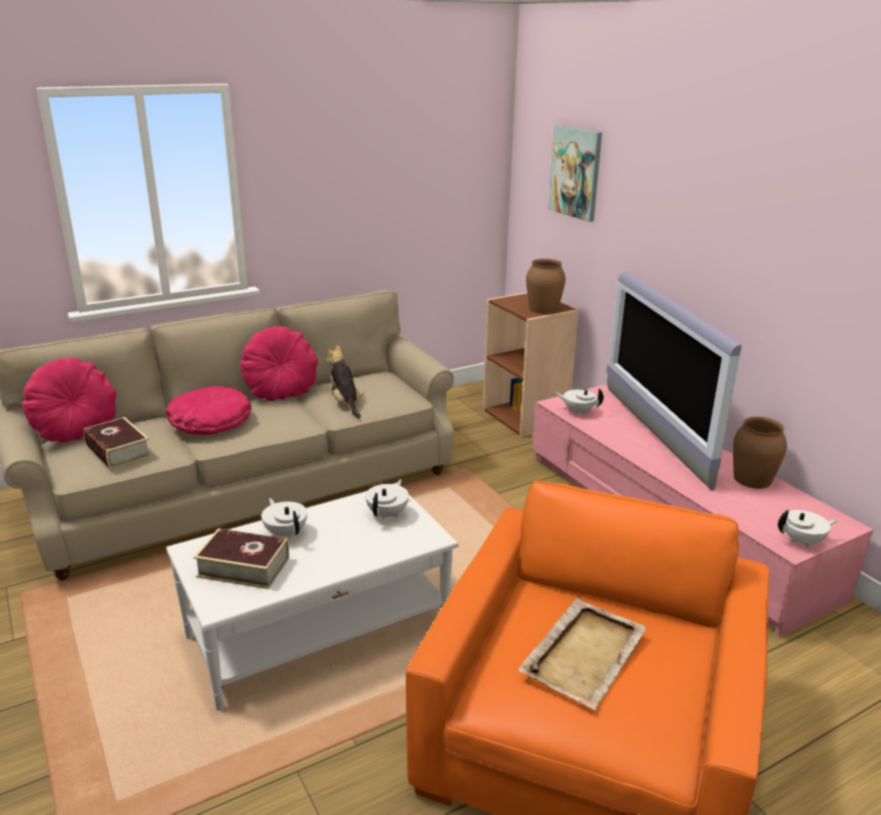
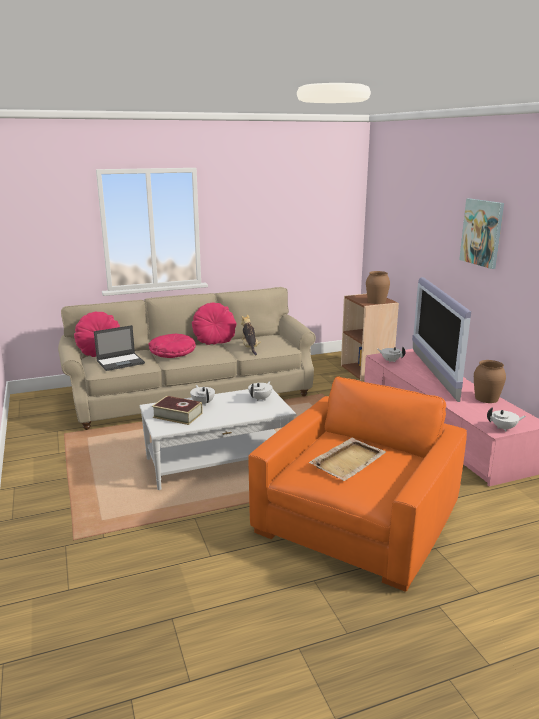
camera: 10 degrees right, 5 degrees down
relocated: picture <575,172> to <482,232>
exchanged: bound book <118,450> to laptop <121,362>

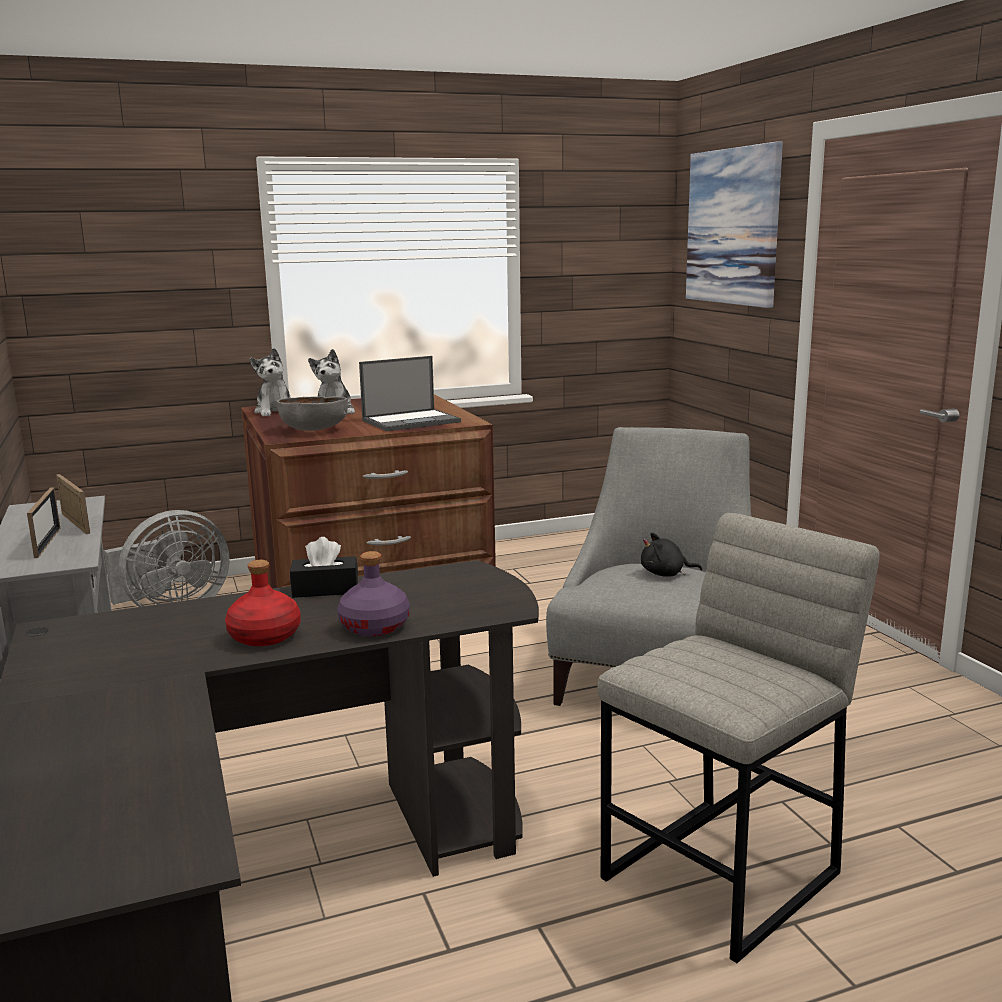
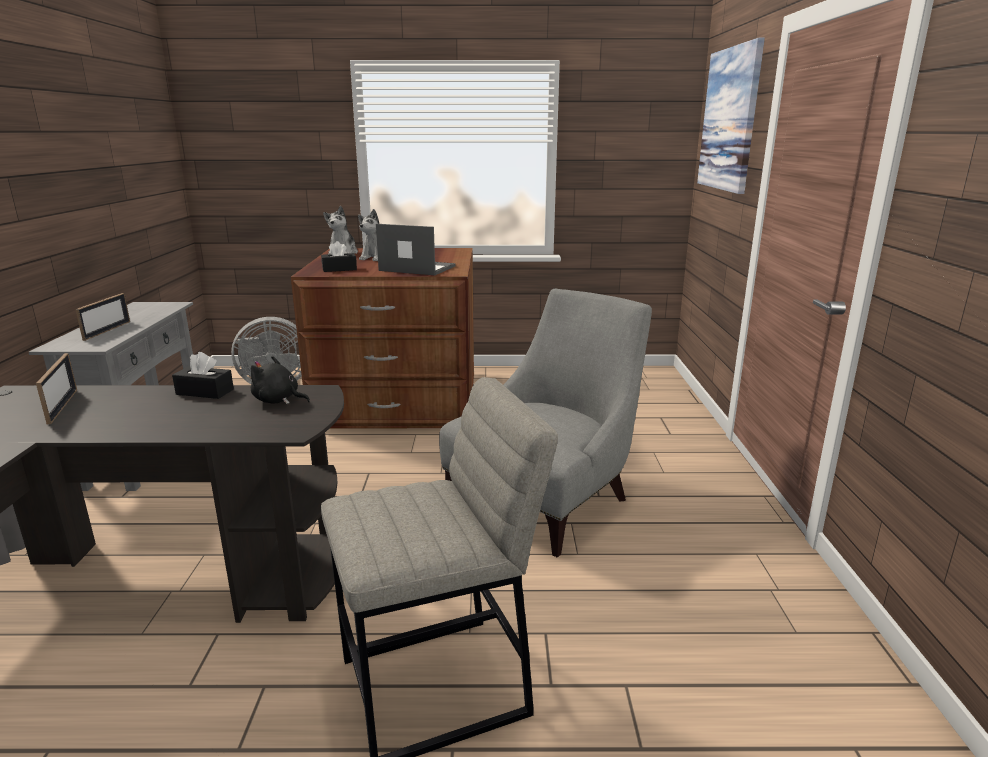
camera: 20 degrees right, 5 degrees up
missing: drink bottle/red <265,636>; drink bottle/purple-coloured <375,626>
relocated: picture frame <75,523> to <62,406>; soft toy/black <665,574> to <278,400>
exchanged: bowl/greyish <313,430> to tissue holder/black <339,269>
spun: laptop <412,421> = <416,268> 150 degrees counterclockwise

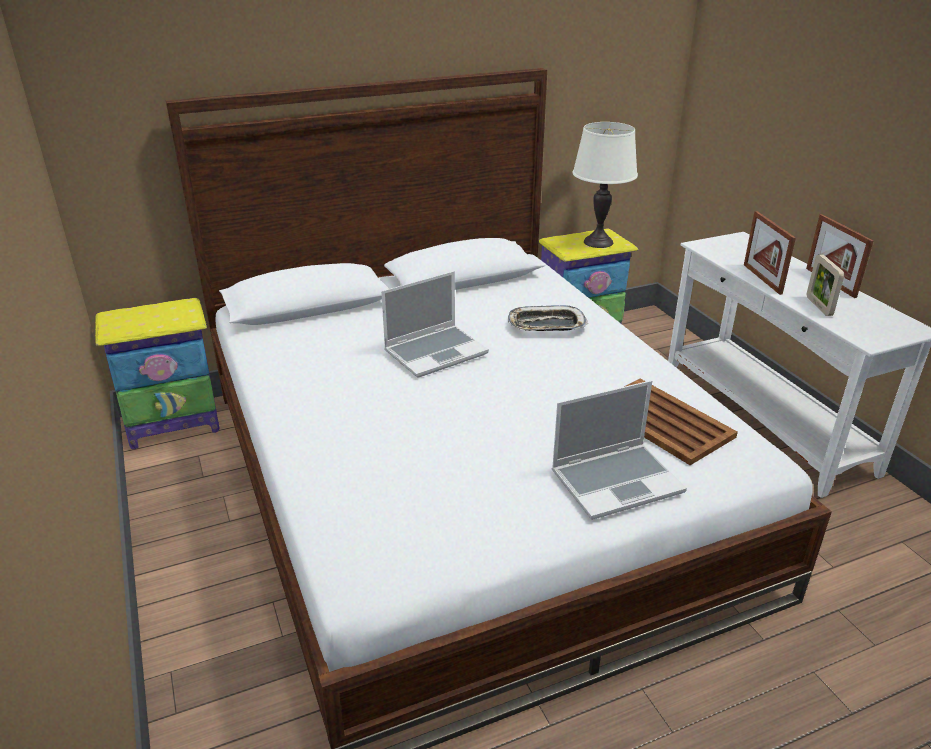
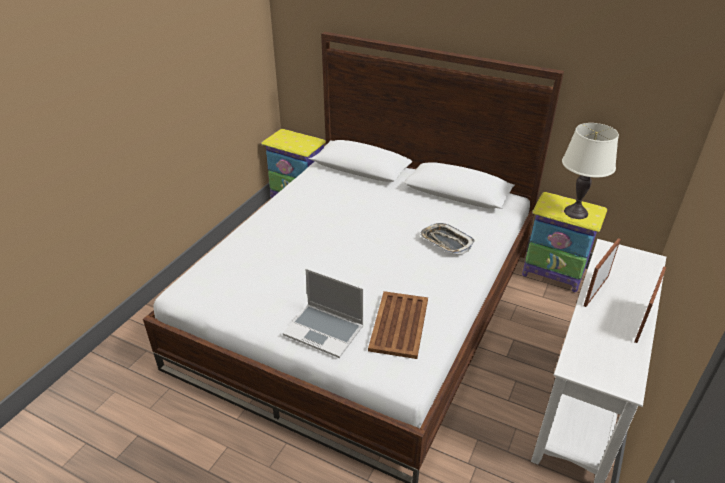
camera: 50 degrees right, 5 degrees up
missing: laptop <436,352>; picture frame <819,306>

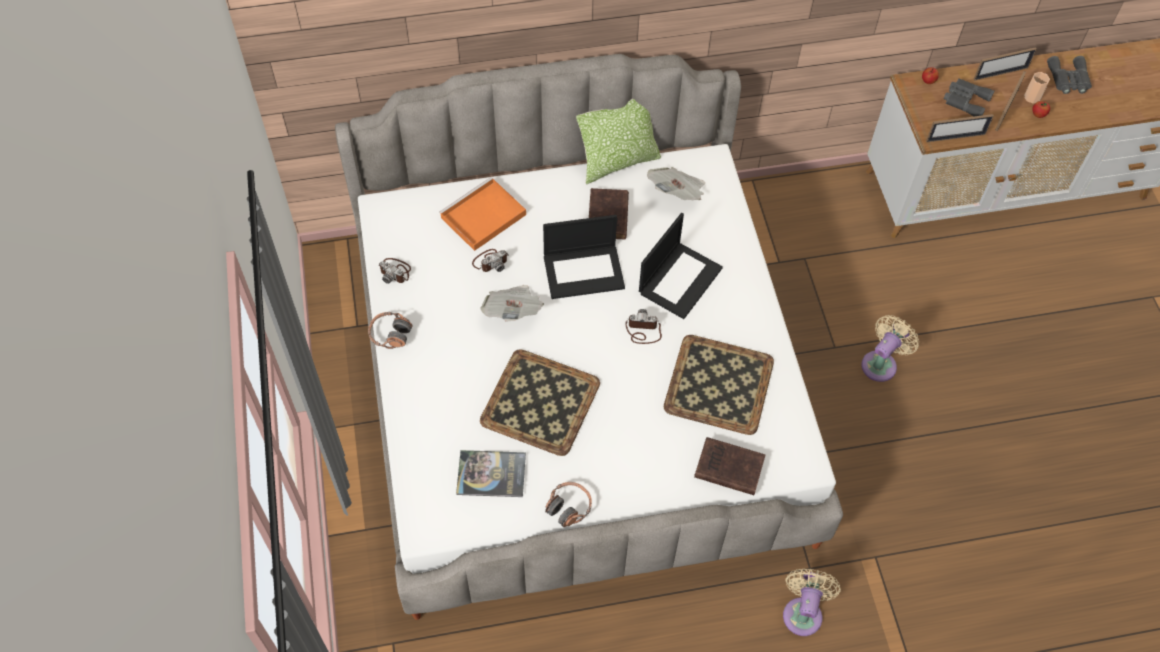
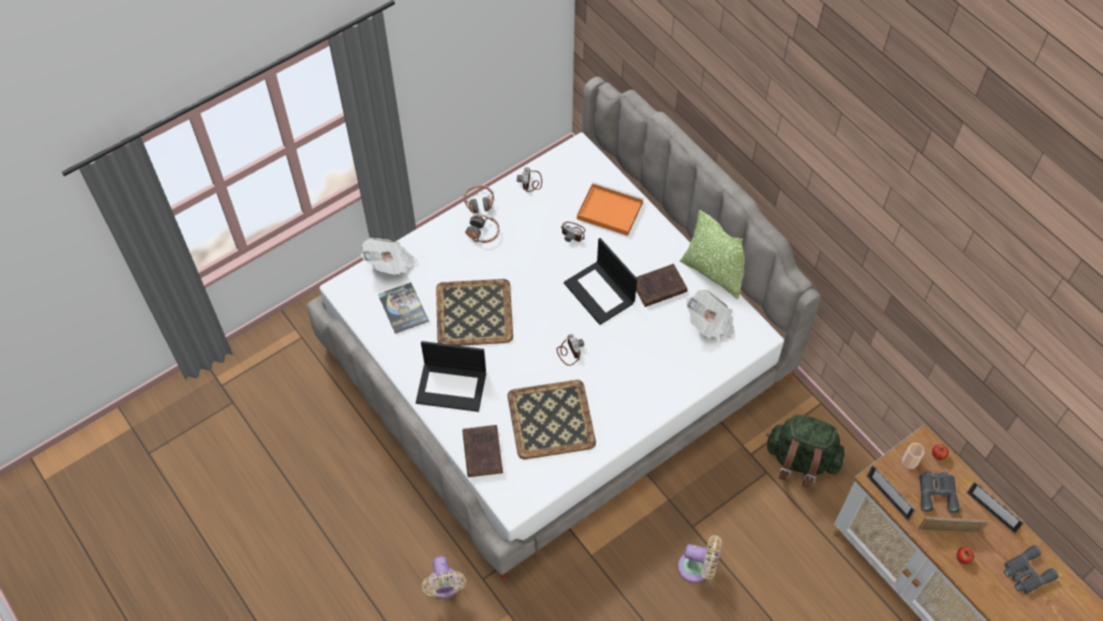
camera: 65 degrees right, 0 degrees up
appeared: knapsack/greenish <800,461>
relocated: daily paper <513,311> to <390,264>; headset <569,507> to <483,233>; laptop <680,279> to <452,386>; drinking cup <1032,97> to <909,461>
spun: fan/beige <803,612> = <444,587> 90 degrees clockwise

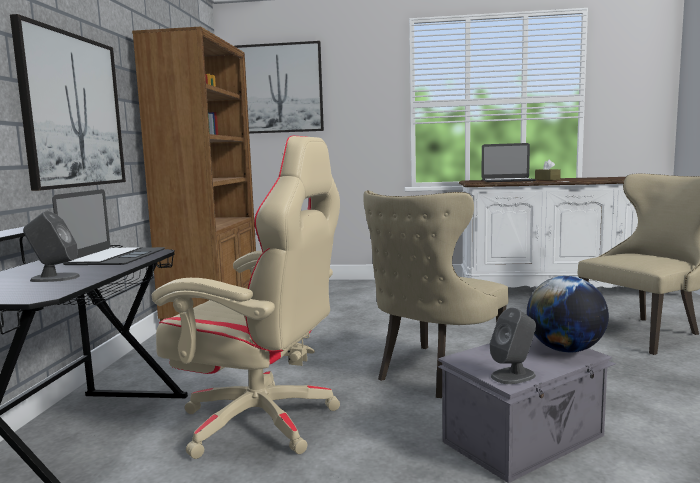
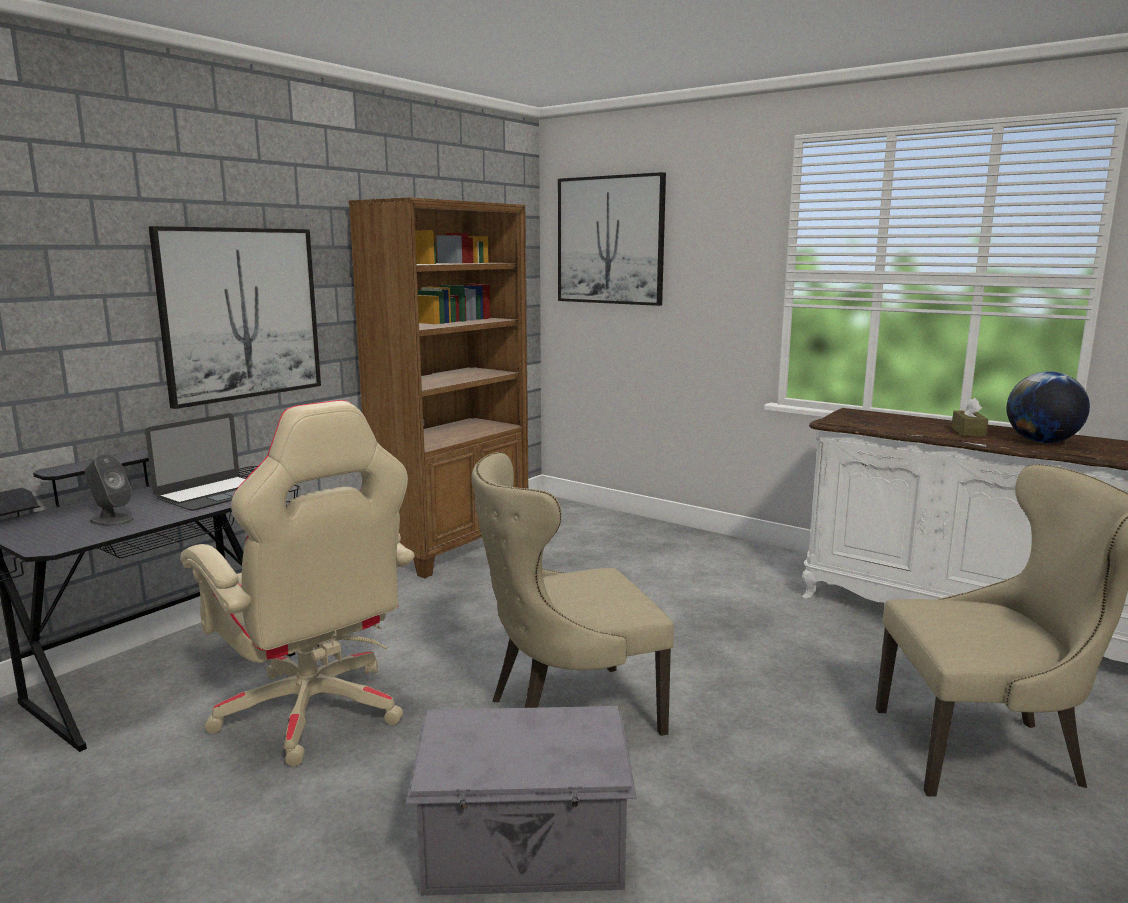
camera: 30 degrees right, 5 degrees up
missing: laptop <507,180>; audio speaker/greyish <513,375>
relocated: globe <565,350> to <1042,442>

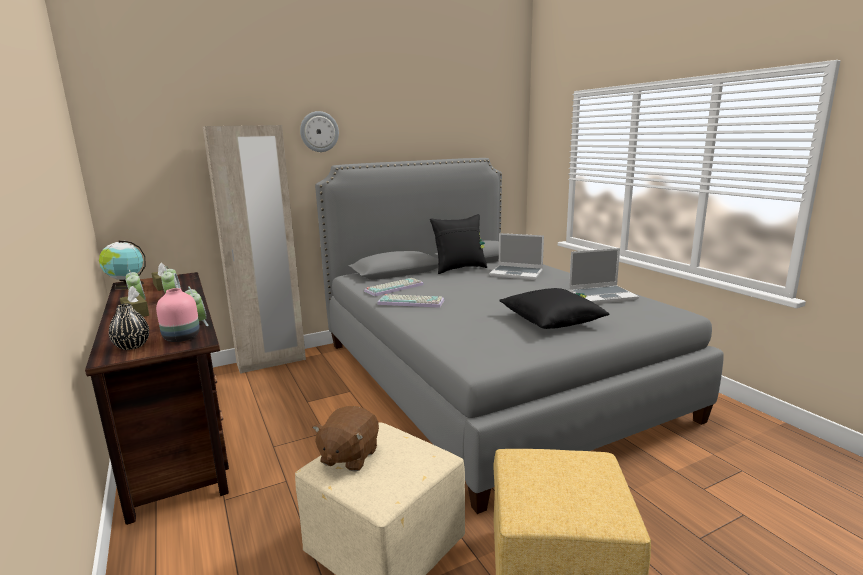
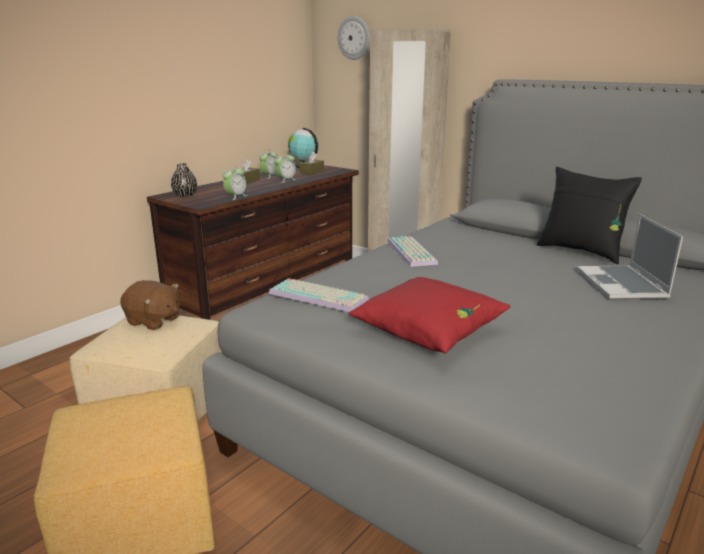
camera: 65 degrees right, 5 degrees up
missing: decorative vase/pink-coloured <181,338>; laptop <602,296>
relocated: clock on the wall <319,131> to <354,38>; computer keyboard <394,287> to <320,296>
colour: throw pillow/black <551,321> to throw pillow/red <428,331>
spun: soft toy/brown <349,456> = <153,321> 150 degrees counterclockwise

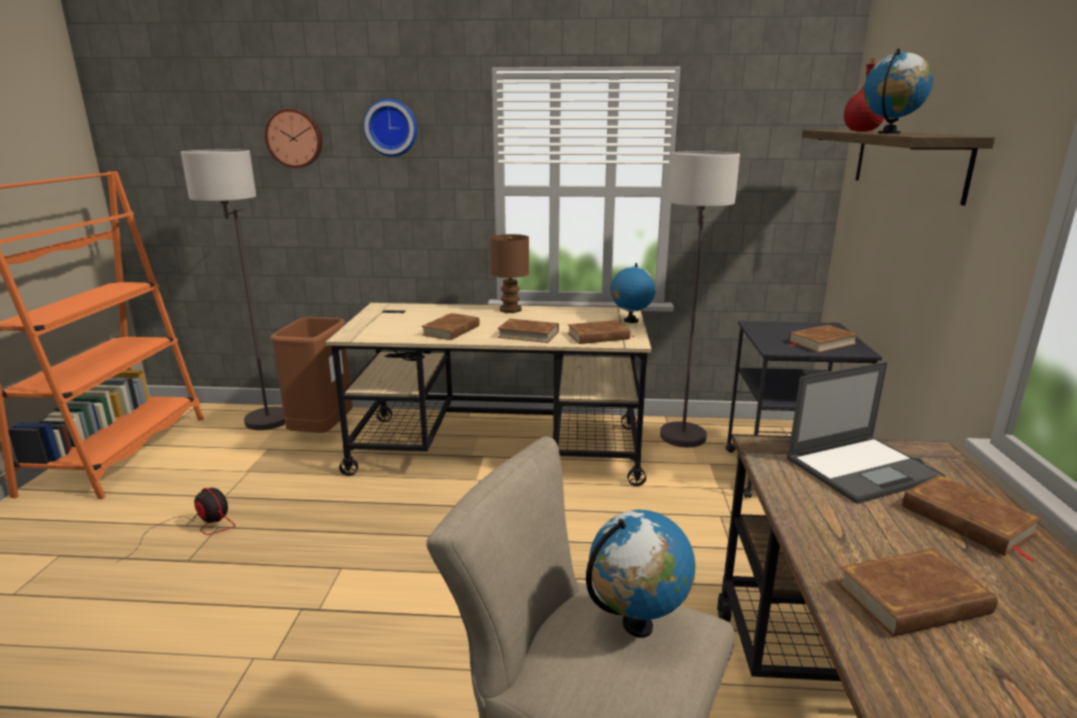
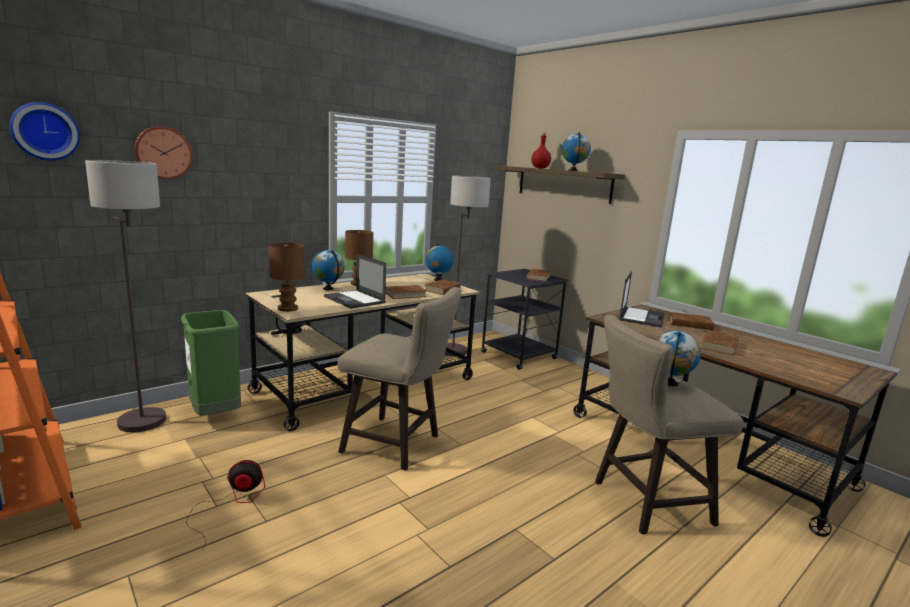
camera: 45 degrees left, 5 degrees down
appeared: lamp for a table/brown <287,308>; globe <328,289>; stool/beige <397,445>
relocated: clock on the wall <391,127> to <45,131>
exchanged: bound book/brown <451,330> to laptop <355,300>
colour: rubbish bin/brown <322,433> to rubbish bin/greenish <215,414>

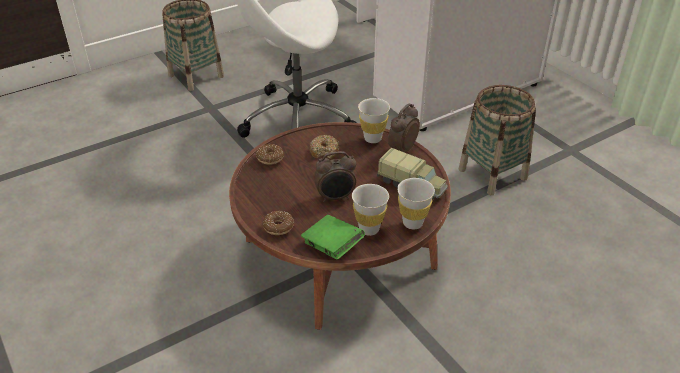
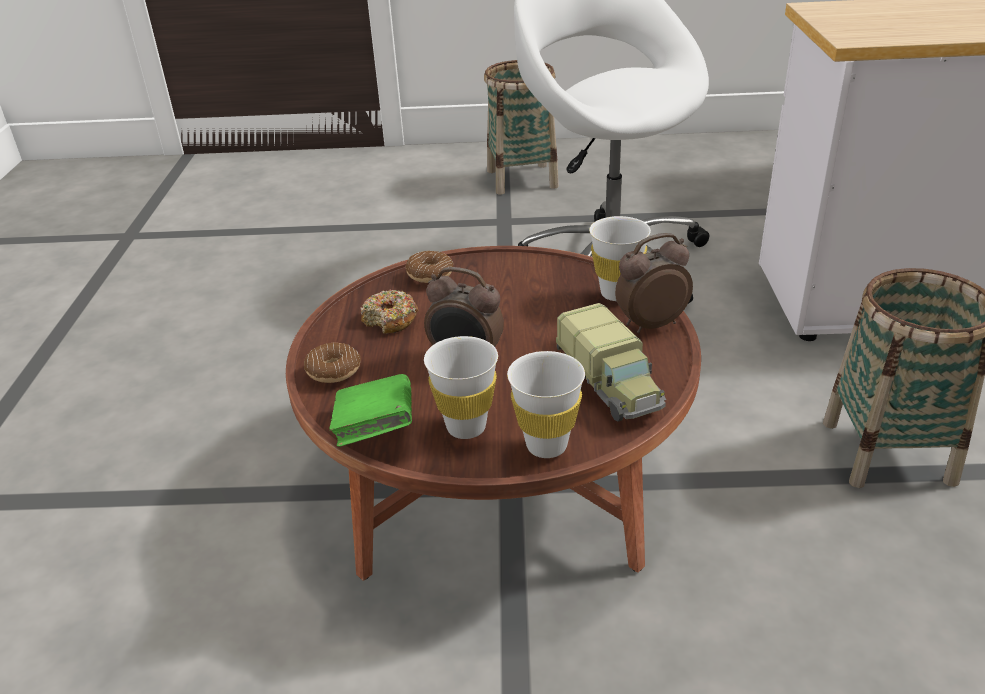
camera: 35 degrees right, 5 degrees down
relocated: donut <324,151> to <390,320>

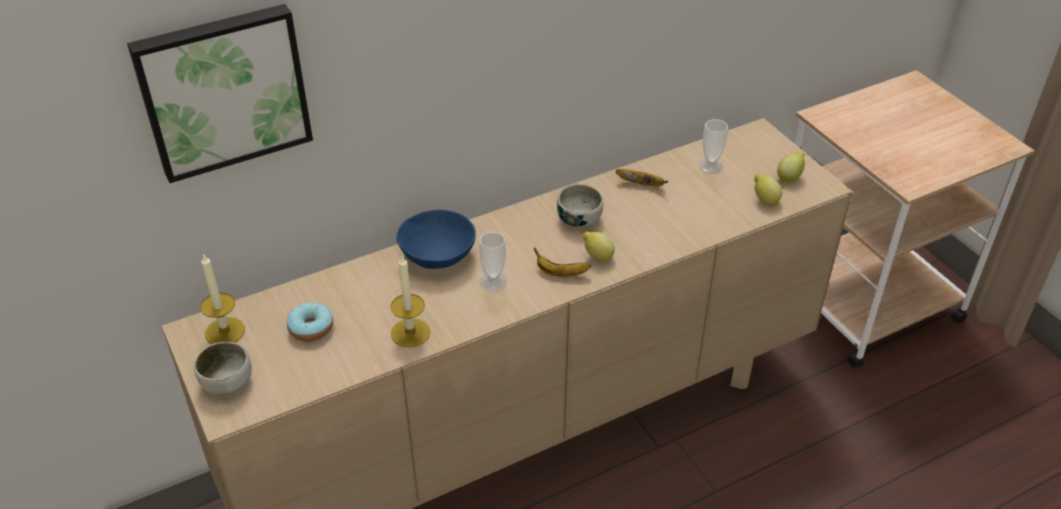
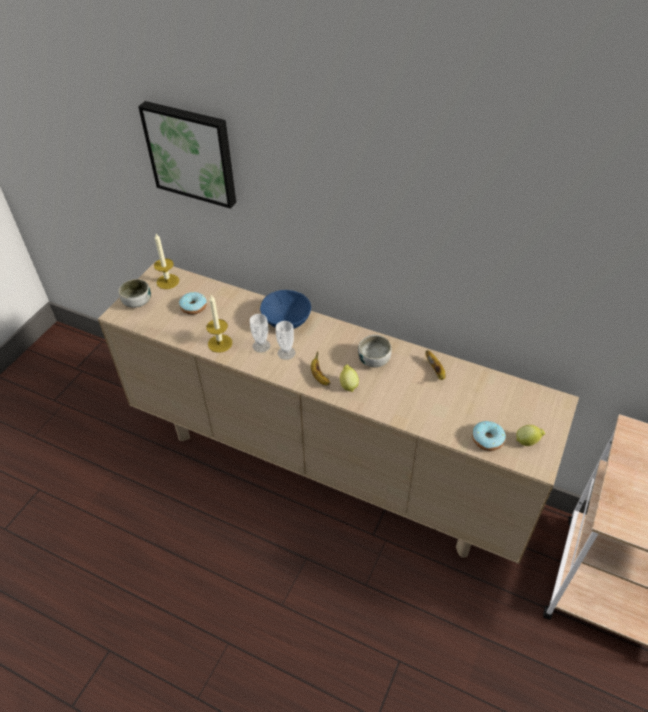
camera: 55 degrees right, 5 degrees up
relocated: drinking cup <710,166> to <261,346>
exchanged: lemon <764,200> to donut <487,439>

